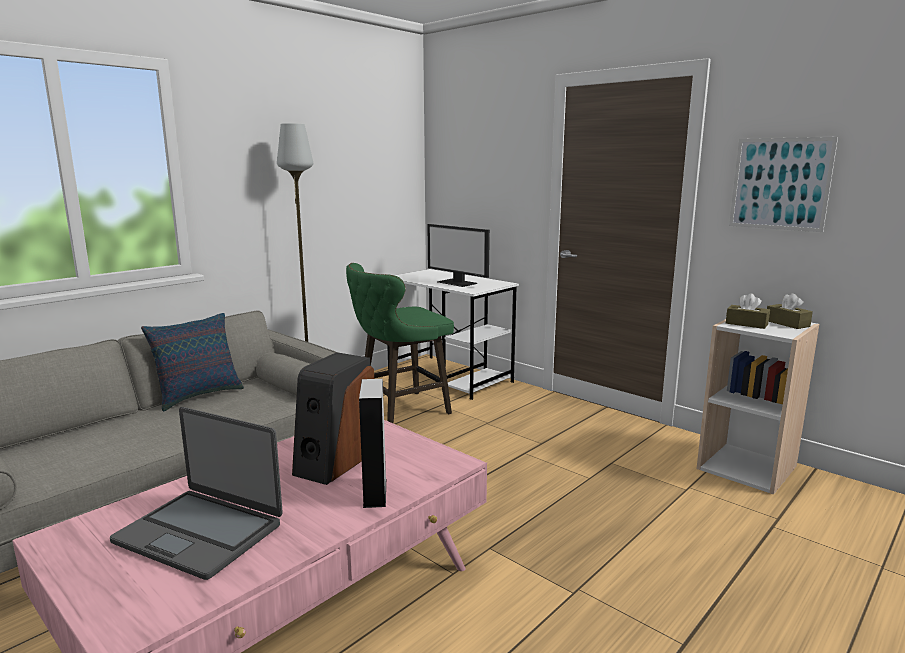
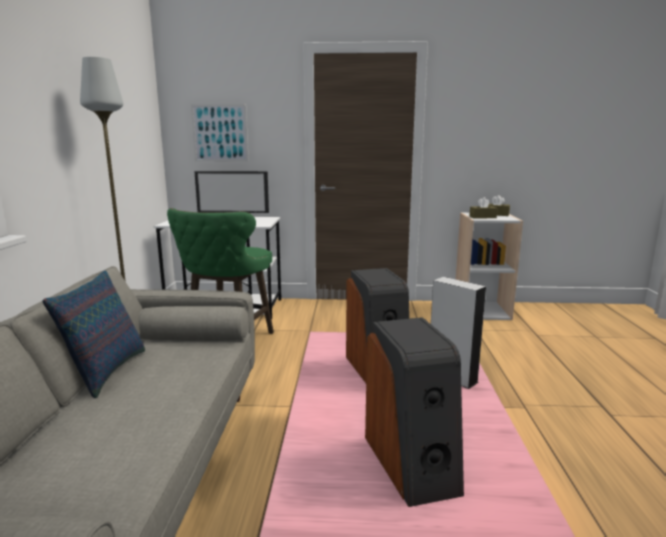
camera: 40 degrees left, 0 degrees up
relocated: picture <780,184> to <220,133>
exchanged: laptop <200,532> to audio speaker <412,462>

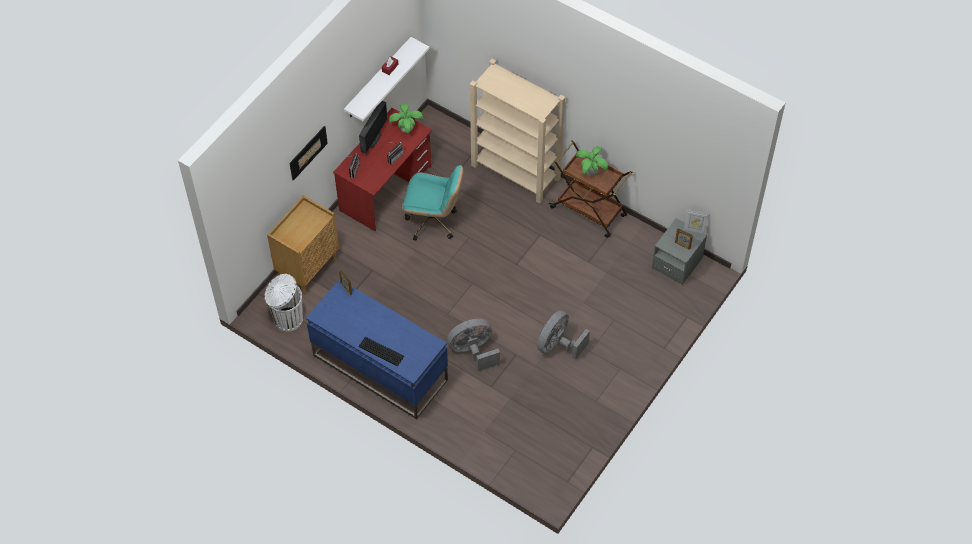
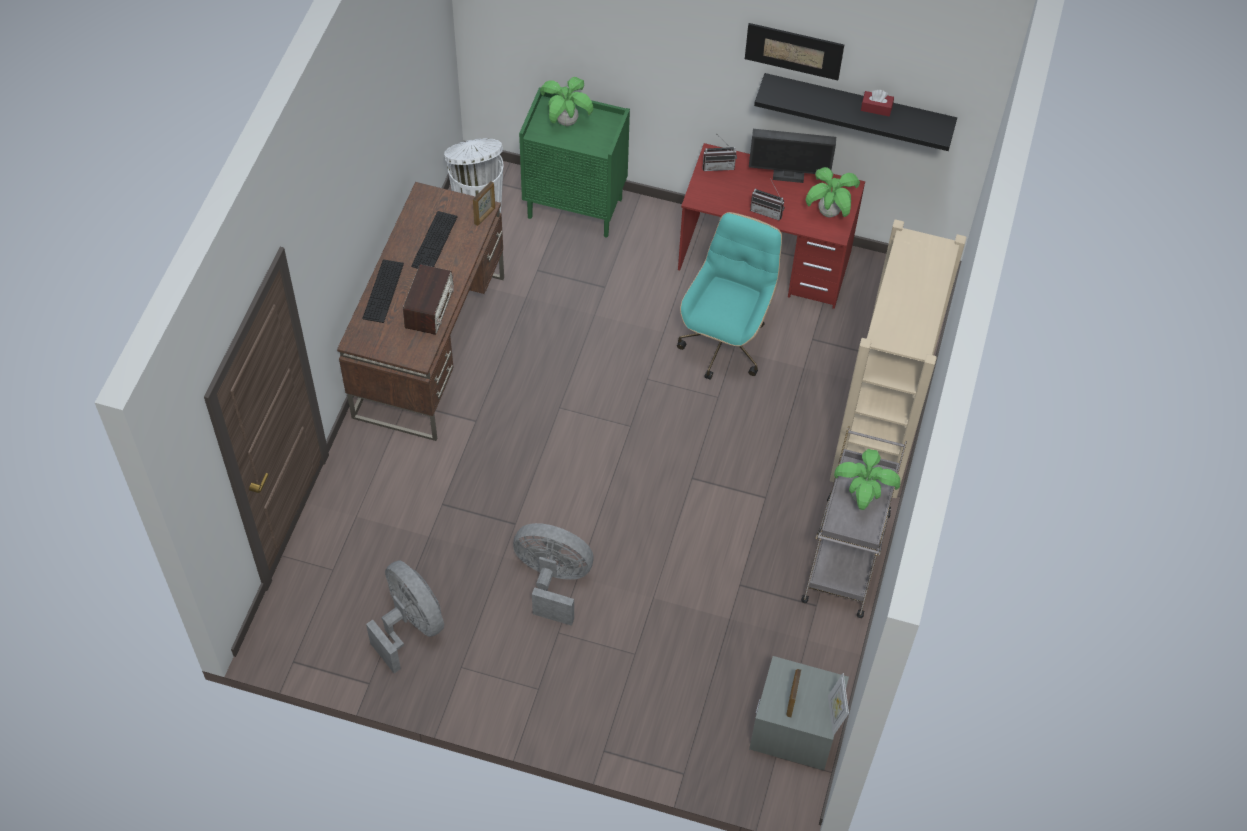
camera: 70 degrees right, 0 degrees up
appeared: radio <429,307>; computer keyboard <434,241>; plant in a pot <567,121>
relocated: picture <308,152> to <794,51>; fan/greyish <473,351> to <410,626>
colour: storage cabinet/brown <308,269> to storage cabinet/greenish <575,208>; desk table/bluish <379,367> to desk table/brown <430,345>; wall shelf/whitish <378,79> to wall shelf/black <857,107>; wheeled cart/brown <588,212> to wheeled cart/greyish <844,559>
spun: computer chair/blue-green <433,223> = <725,342> 150 degrees counterclockwise

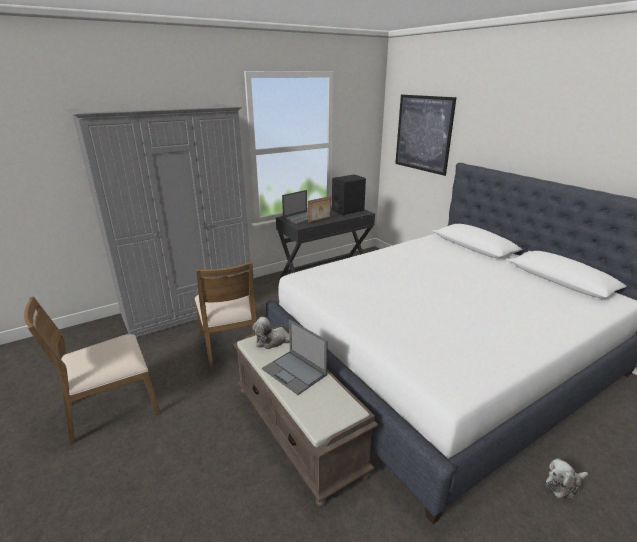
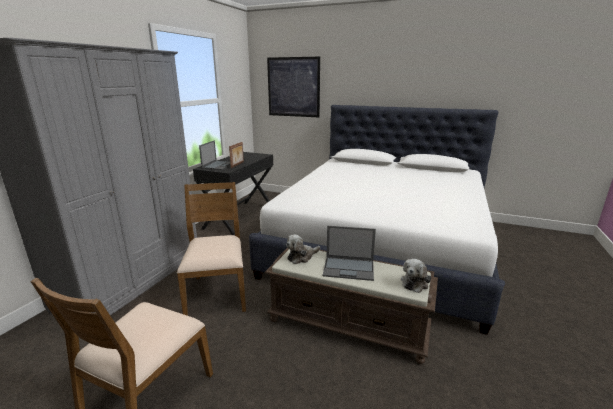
camera: 35 degrees left, 5 degrees down
missing: audio speaker/black <348,210>
relocated: soft toy <564,485> to <415,282>
spun: upright chair/brown <230,346> = <217,293> 135 degrees counterclockwise

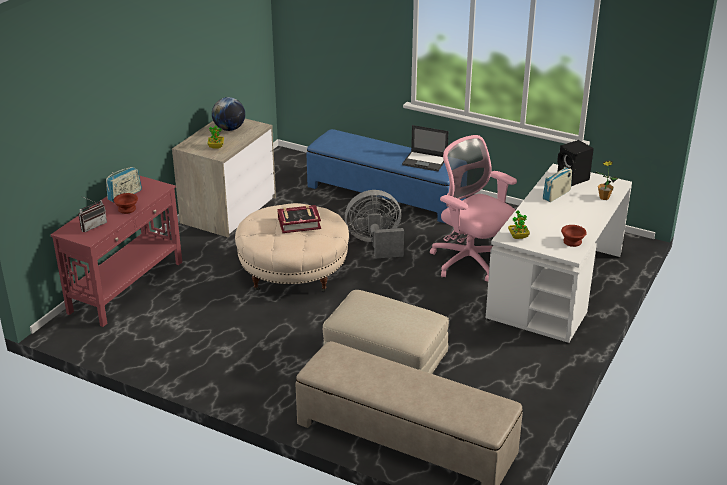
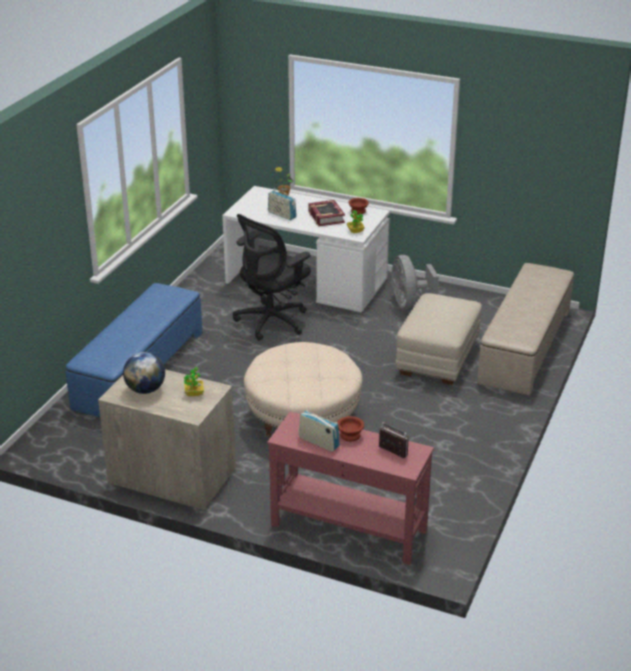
camera: 95 degrees left, 0 degrees up
missing: laptop <425,161>; audio speaker/black <573,179>
relocated: bound book <299,223> to <326,217>; fan/greyish <375,244> to <409,303>
colour: computer chair/pink-coloured <473,263> to computer chair/black <274,319>

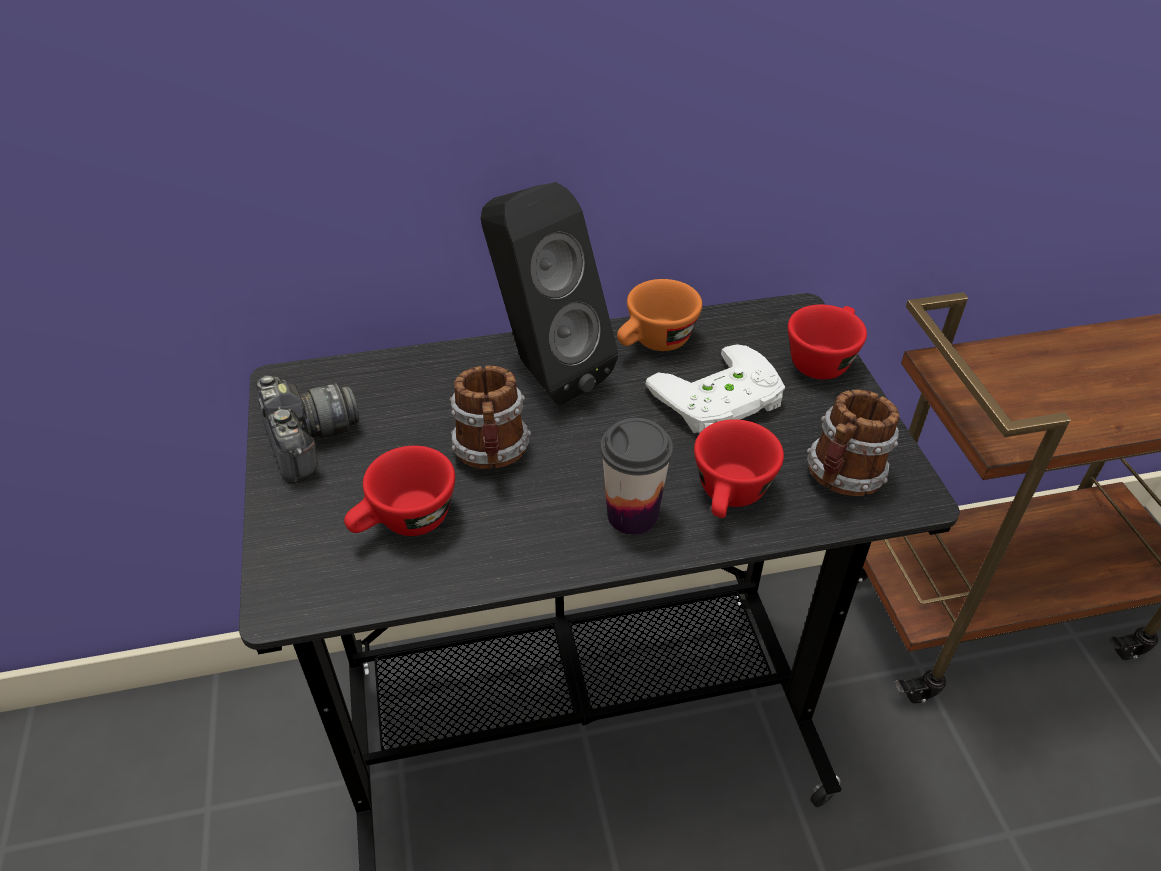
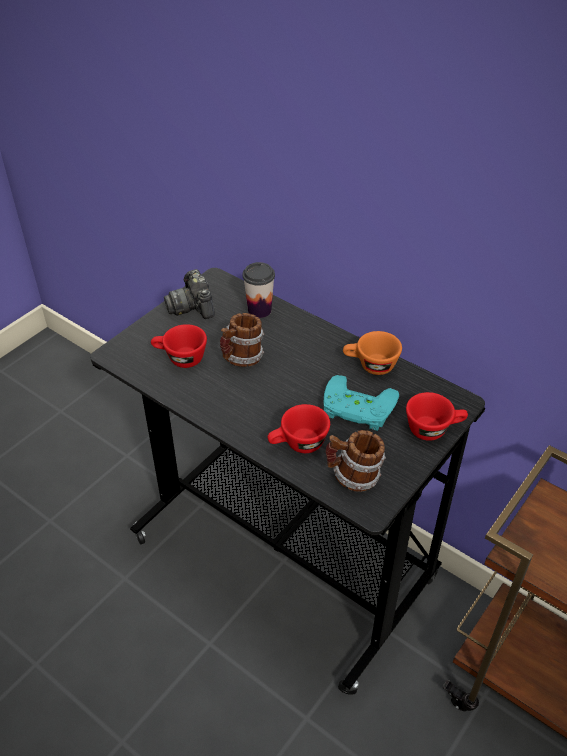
camera: 50 degrees right, 0 degrees up
missing: audio speaker/black <544,371>
relocated: drinking cup <632,515> to <259,310>
colour: gamepad/whitish <720,402> to gamepad/blue-green <356,409>
spun: photo camera <308,441> = <192,306> 135 degrees clockwise

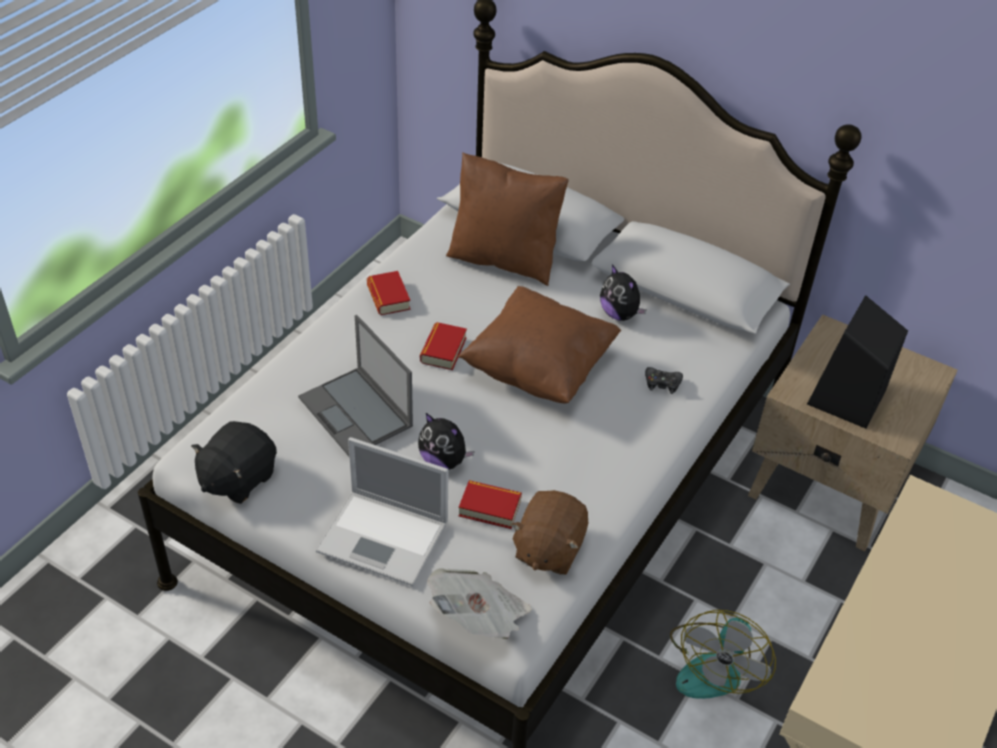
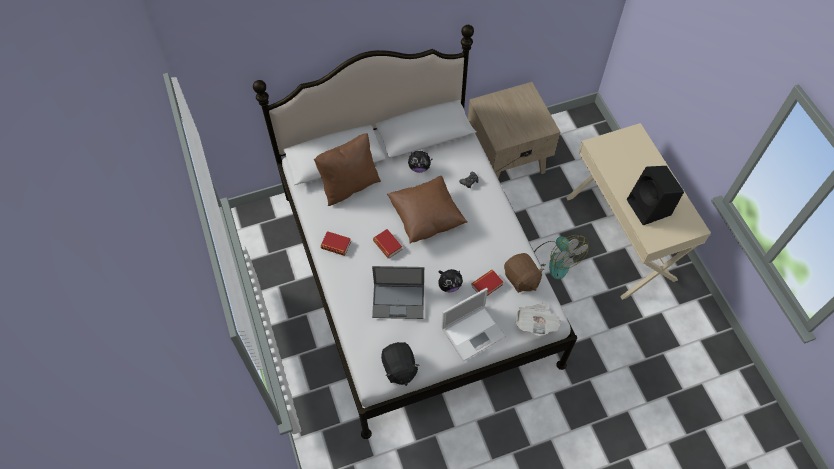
camera: 50 degrees left, 15 degrees up
relocated: audio speaker/black <846,399> to <649,208>

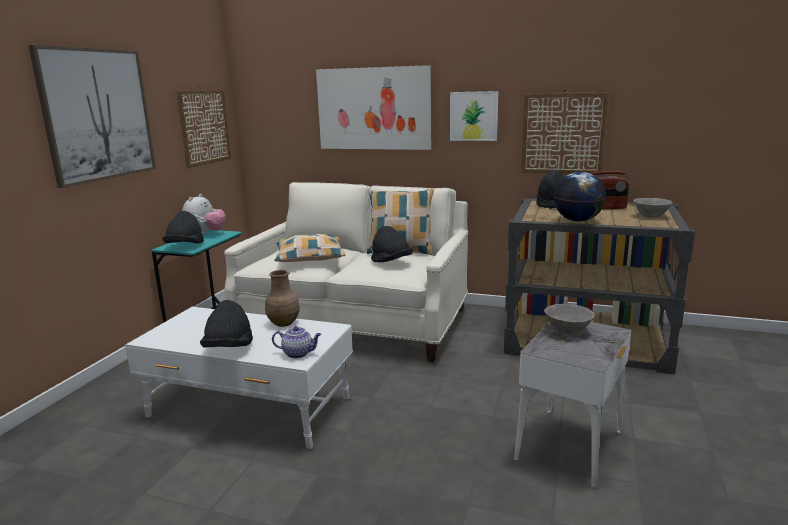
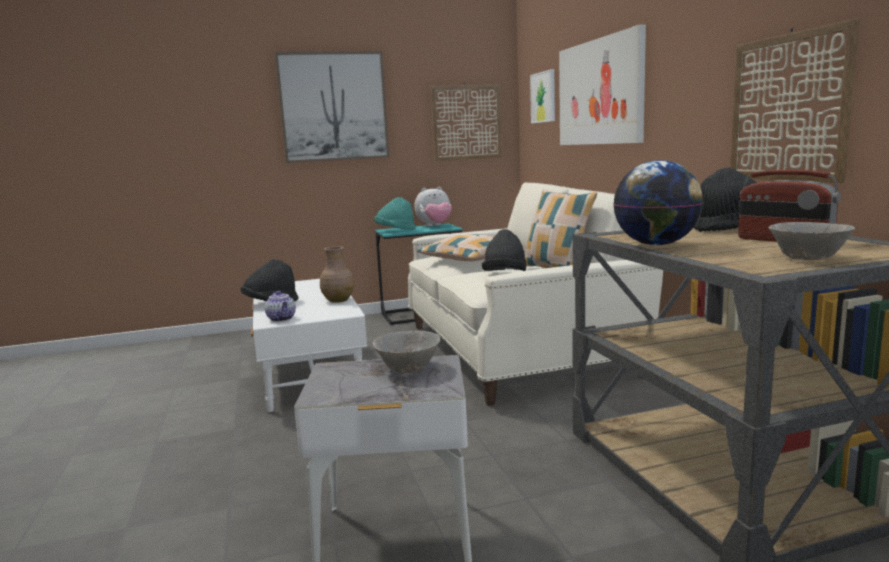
camera: 55 degrees right, 5 degrees down
relocated: picture <473,116> to <543,97>
colour: hat/black <185,246> to hat/blue-green <395,231>

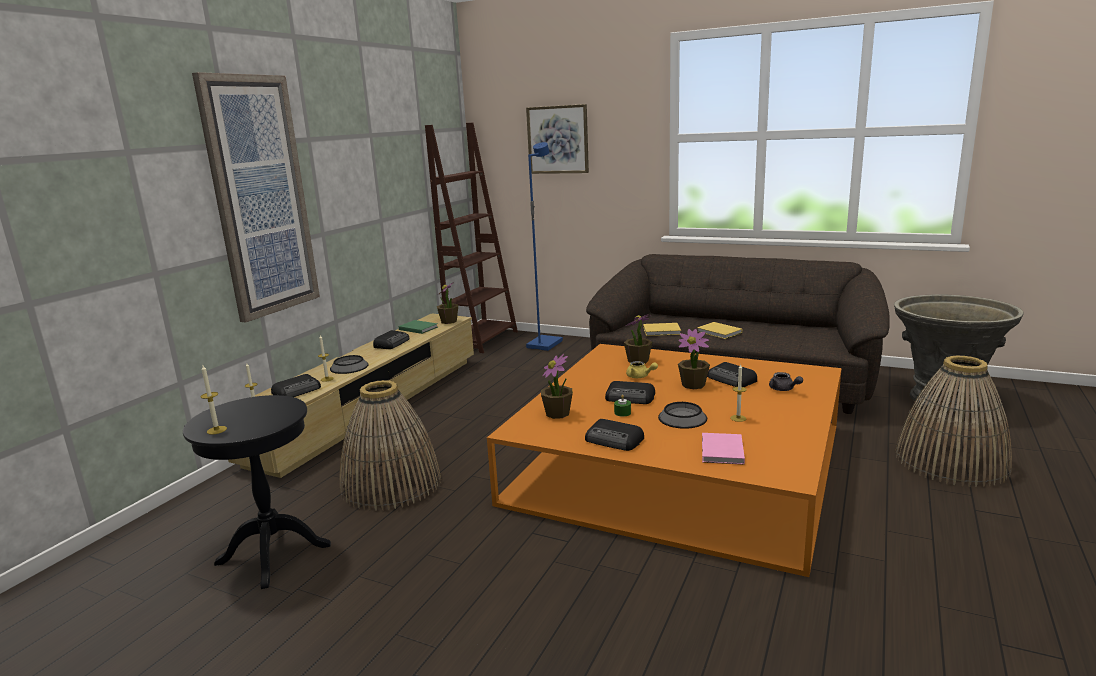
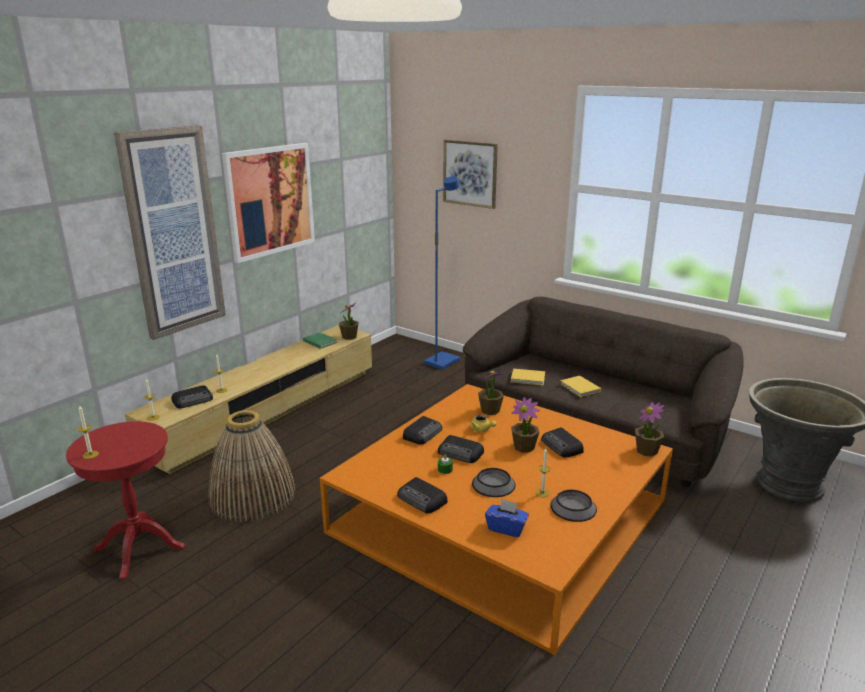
camera: 10 degrees right, 5 degrees up
missing: shelving unit/brown <482,340>; teapot/greyish <784,389>; household basket <951,461>
appeared: picture <270,201>
relocated: bowl <349,367> to <573,507>; radio <392,343> to <423,433>; plant in a pot <557,413> to <647,451>
exchanged: bound book/pink-coloured <721,451> to tissue holder/bluish <506,528>
colour: accent table/black <273,554> to accent table/red <139,548>

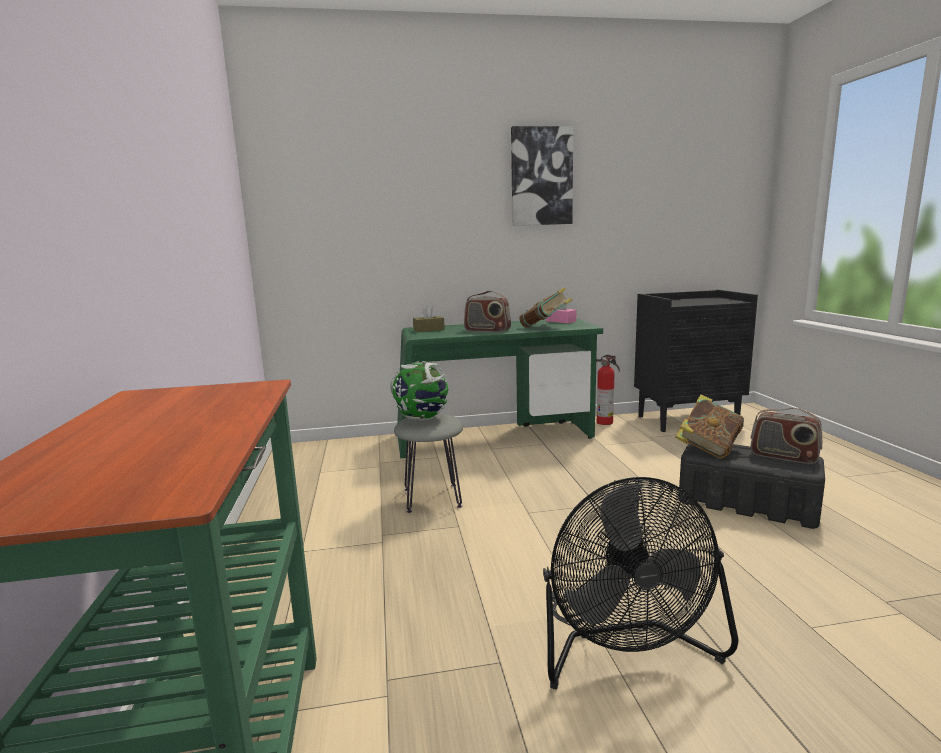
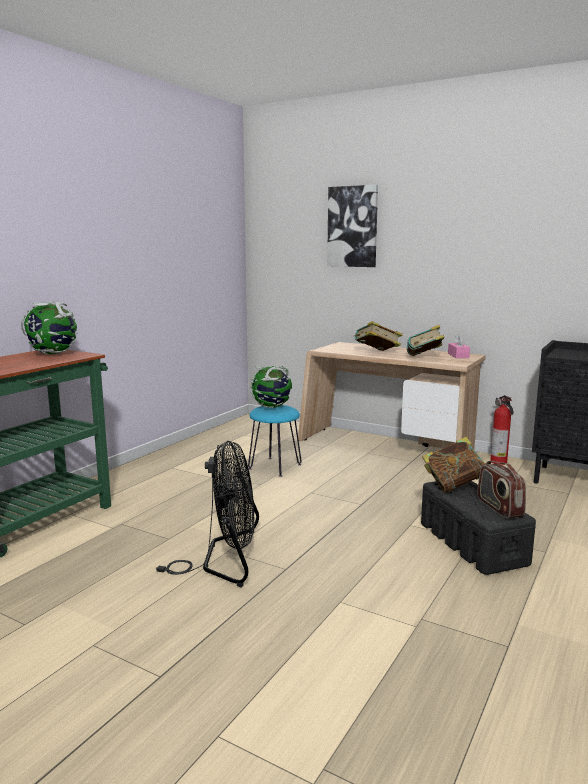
camera: 40 degrees right, 0 degrees up
missing: tissue holder/brown <429,330>
appeared: globe <53,354>
relocated: picture <541,177> to <353,227>
exchanged: radio <487,330> to bound book <376,353>
colour: stool/greyish <432,498> to stool/blue-green <275,467>; desk table/greenish <495,437> to desk table/beige <385,447>
spun: fan/black <617,648> = <224,559> 120 degrees counterclockwise

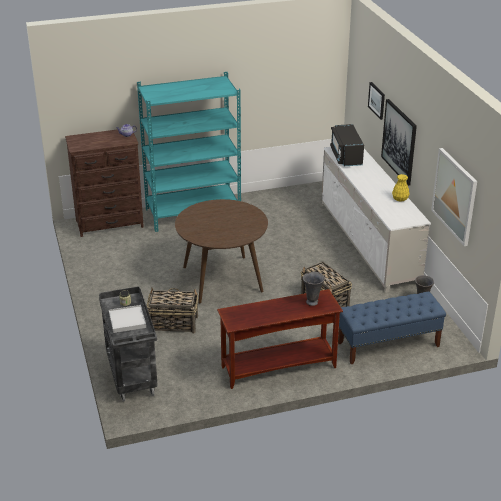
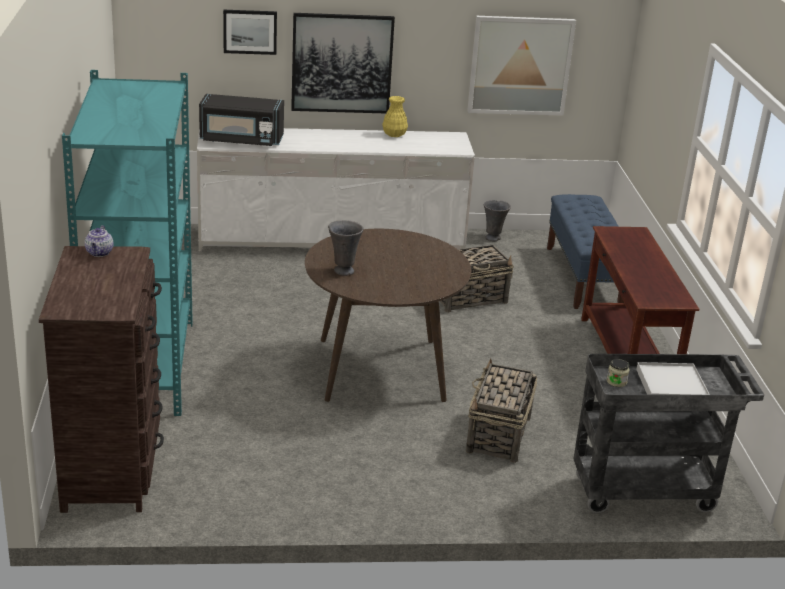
camera: 80 degrees left, 5 degrees down
relocated: decorative vase/greyish <312,302> to <343,270>

